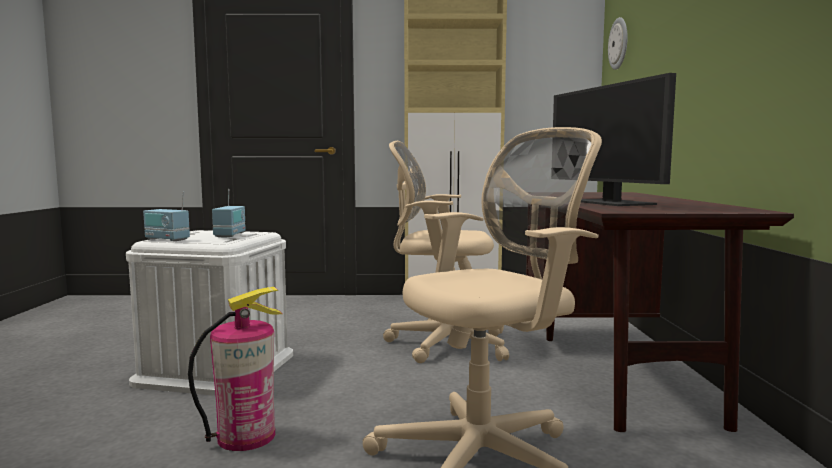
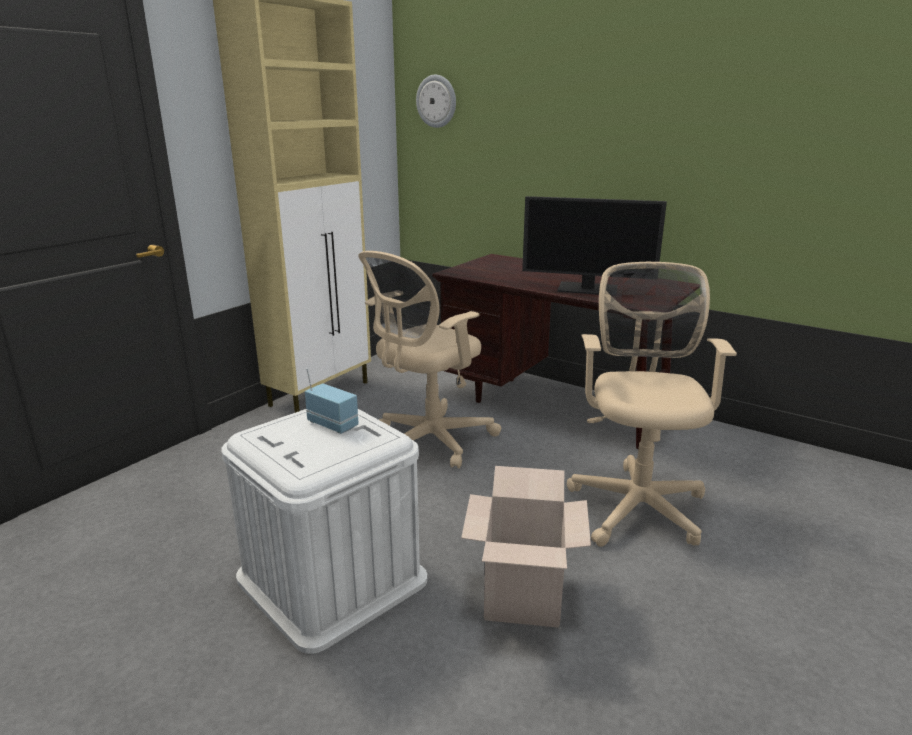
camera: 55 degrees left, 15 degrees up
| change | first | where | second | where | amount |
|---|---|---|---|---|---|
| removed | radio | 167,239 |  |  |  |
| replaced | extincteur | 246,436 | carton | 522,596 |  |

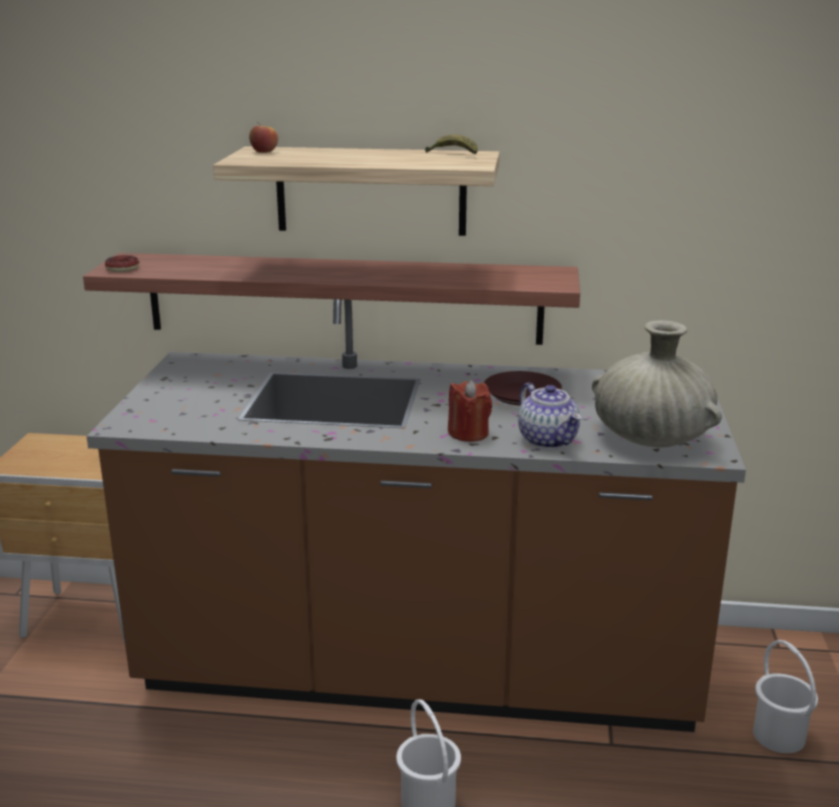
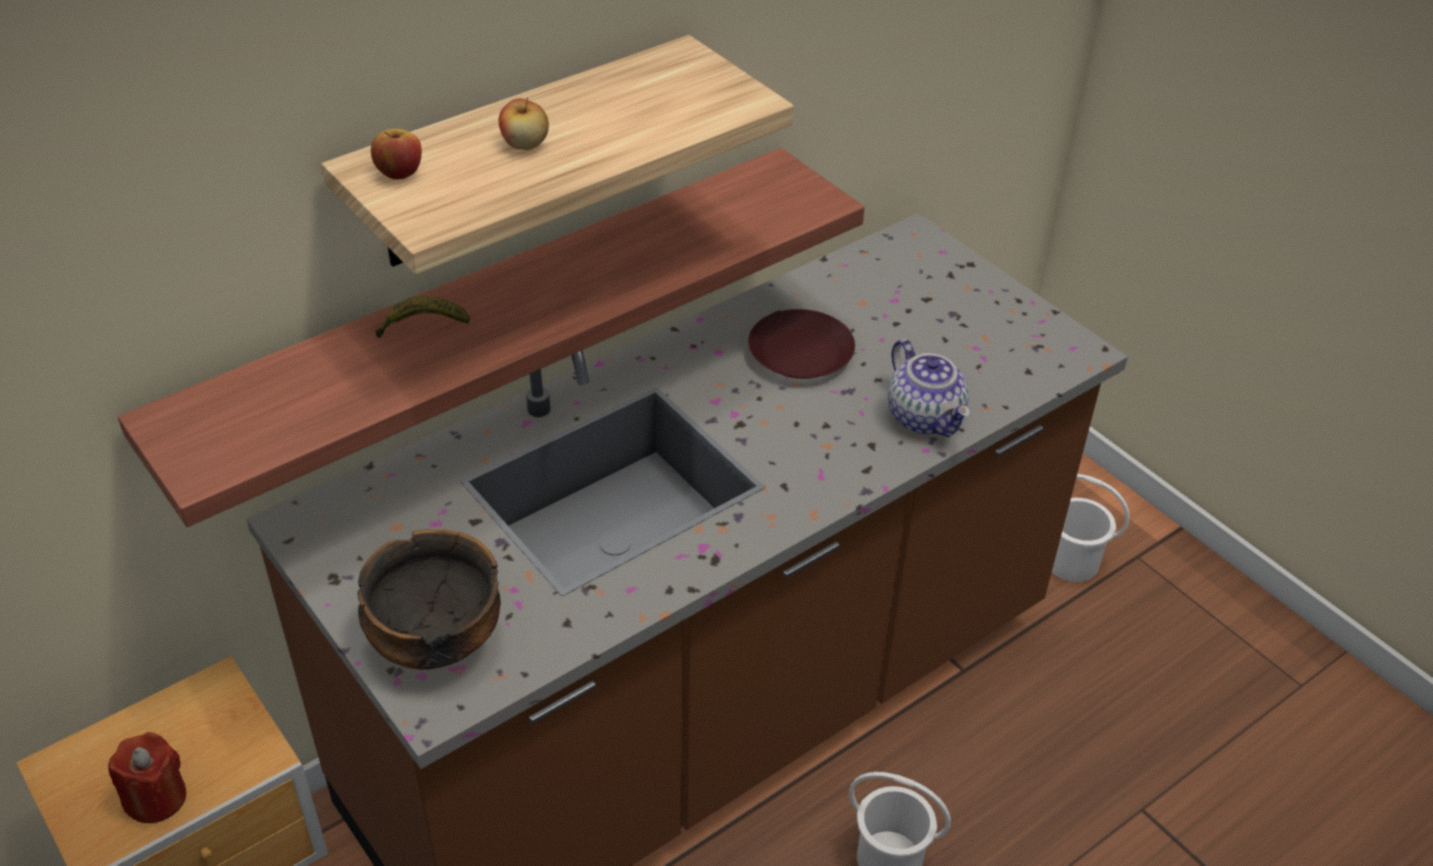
camera: 45 degrees left, 20 degrees up
| change | first | where | second | where | amount |
|---|---|---|---|---|---|
| removed | beignet | 122,268 |  |  |  |
| removed | vase/beige | 651,438 |  |  |  |
| added |  |  | bol | 435,641 |  |
| added |  |  | pomme | 525,144 |  |
| moved | banane | 453,154 |  | 422,326 |  |
| moved | bougie/rouge | 468,433 |  | 156,798 |  |
| turned | théière | 549,440 |  | 926,417 | 45 degrees clockwise |

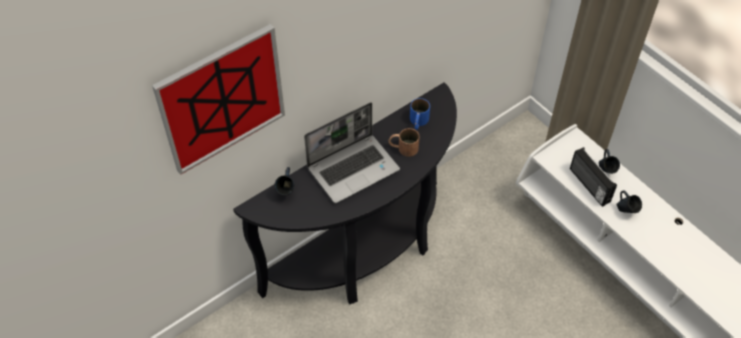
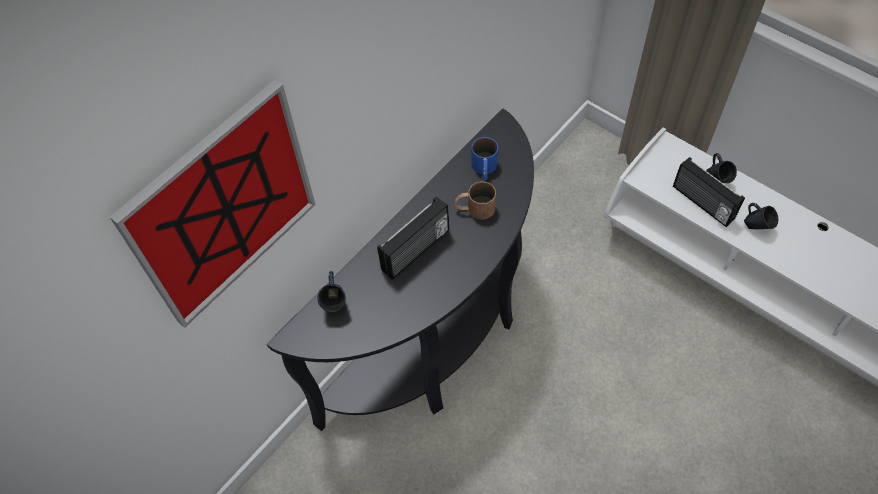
camera: 10 degrees left, 5 degrees up
| change | first | where | second | where | amount |
|---|---|---|---|---|---|
| replaced | ordinateur portable | 353,168 | radio | 416,251 |  |

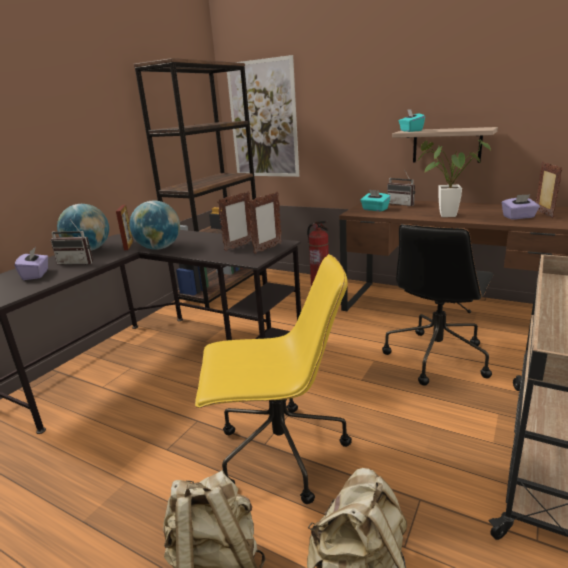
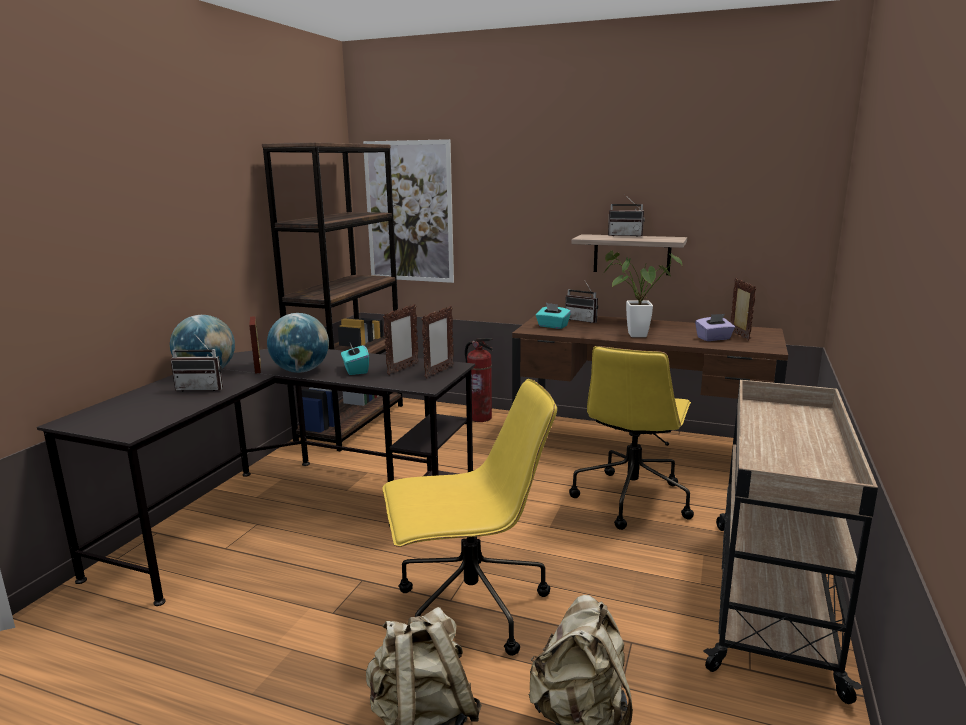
camera: 10 degrees left, 5 degrees down
| change | first | where | second | where | amount |
|---|---|---|---|---|---|
| removed | boîte à mouchoirs/violet | 36,275 |  |  |  |
| added |  |  | radio | 626,236 |  |
| moved | boîte à mouchoirs/turquoise | 410,131 |  | 355,370 |  |
| recoloured | chaise de bureau/noir | 436,357 | chaise de bureau/jaune | 631,498 |  |

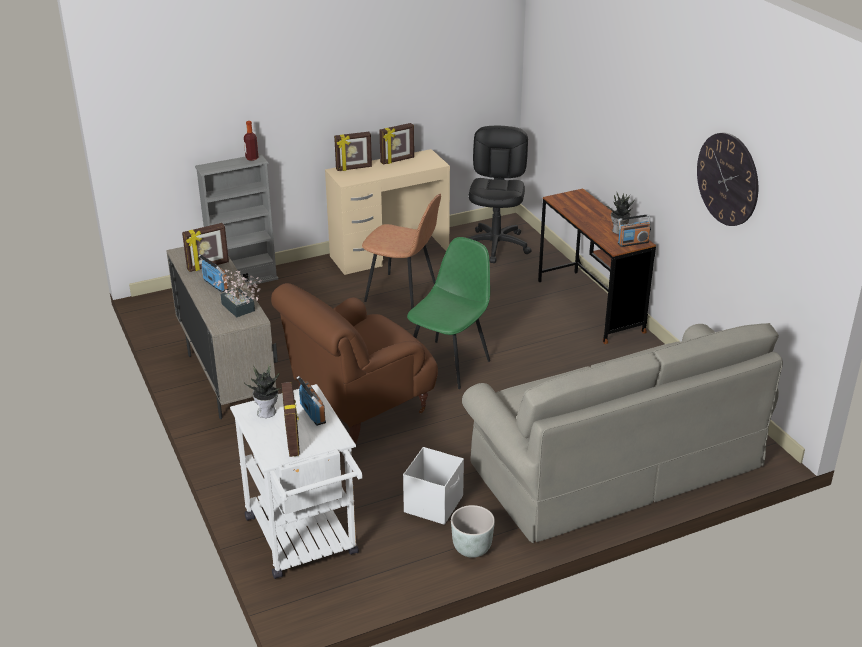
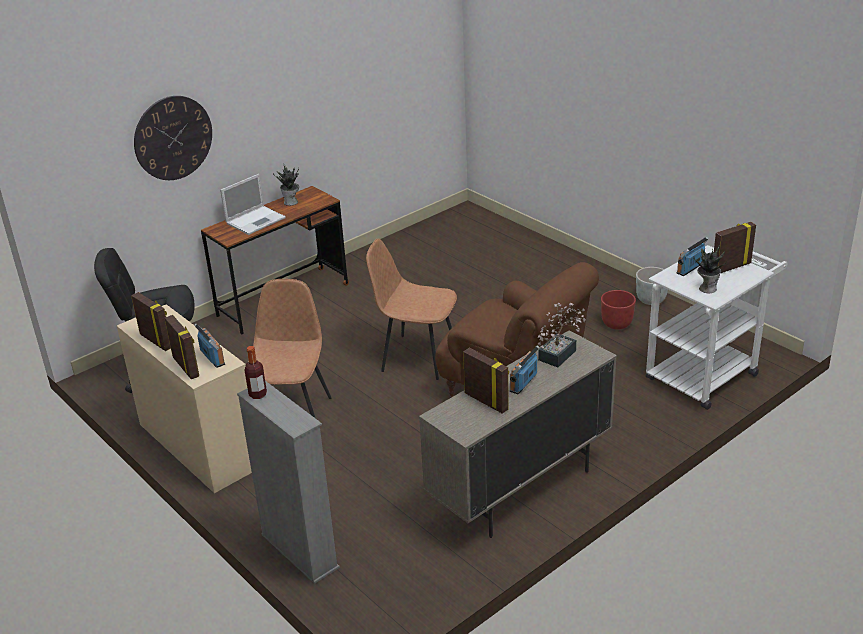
camera: 105 degrees left, 0 degrees up
| change | first | where | second | where | amount |
|---|---|---|---|---|---|
| removed | canapé/gris | 615,464 |  |  |  |
| added |  |  | ordinateur portable | 256,220 |  |
| moved | radio | 633,242 |  | 212,358 |  |
| moved | horloge murale | 727,179 |  | 173,138 |  |
| replaced | boîte de rangement/blanc | 434,504 | cache-pot/rouge | 616,324 |  |
| recoloured | chaise/vert | 449,363 | chaise/marron | 417,356 |  |

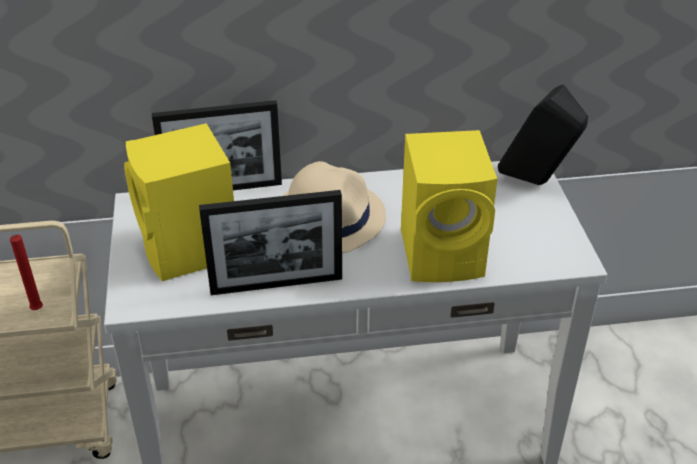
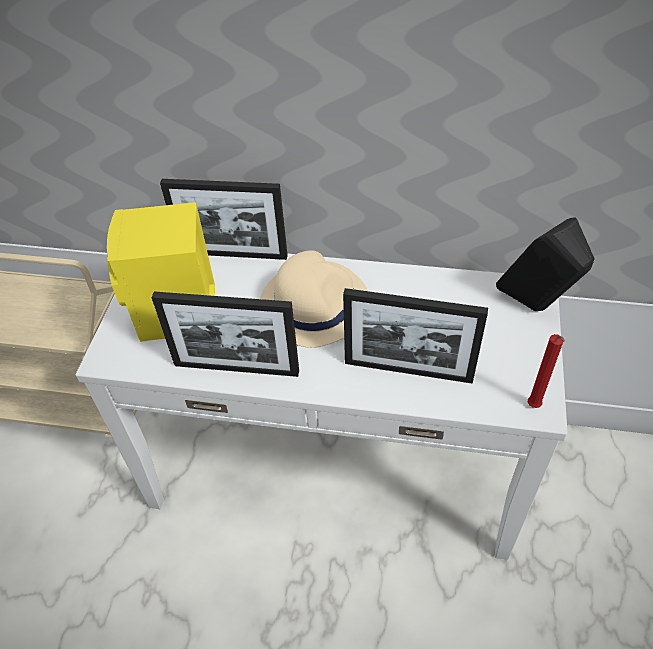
camera: 20 degrees right, 10 degrees up
| change | first | where | second | where | amount |
|---|---|---|---|---|---|
| moved | bougie/rouge | 37,311 |  | 534,407 |  |
| replaced | enceinte/jaune | 445,253 | cadre photo | 408,370 |  |

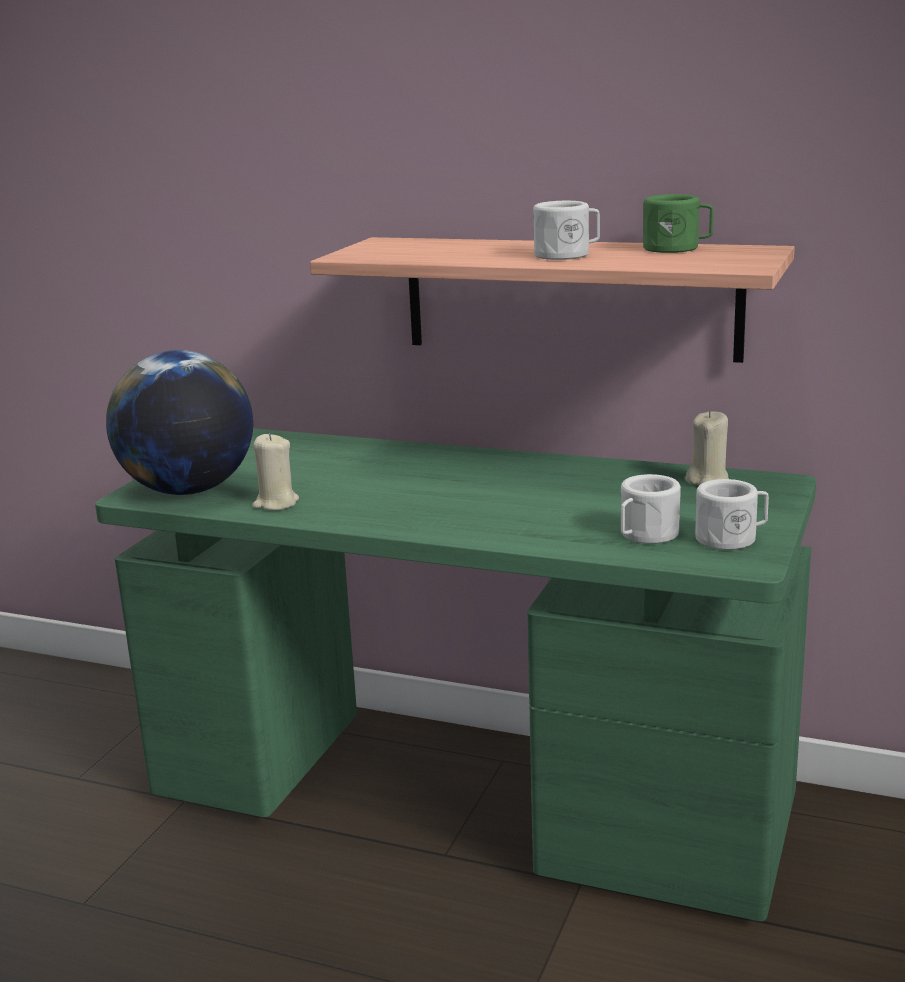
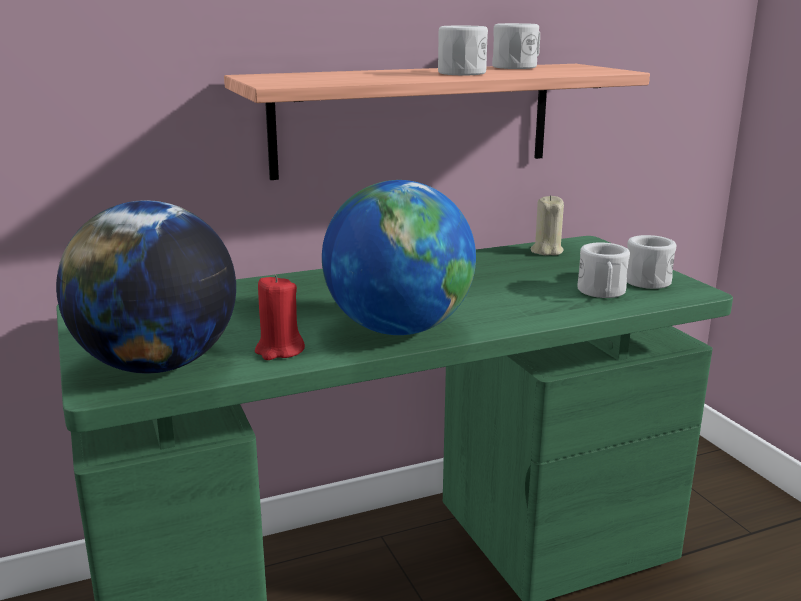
camera: 45 degrees left, 0 degrees up
| change | first | where | second | where | amount |
|---|---|---|---|---|---|
| added |  |  | globe | 398,329 |  |
| recoloured | bougie/beige | 275,503 | bougie/rouge | 279,350 |  |
| recoloured | mug/vert | 677,248 | mug/blanc | 518,67 |  |

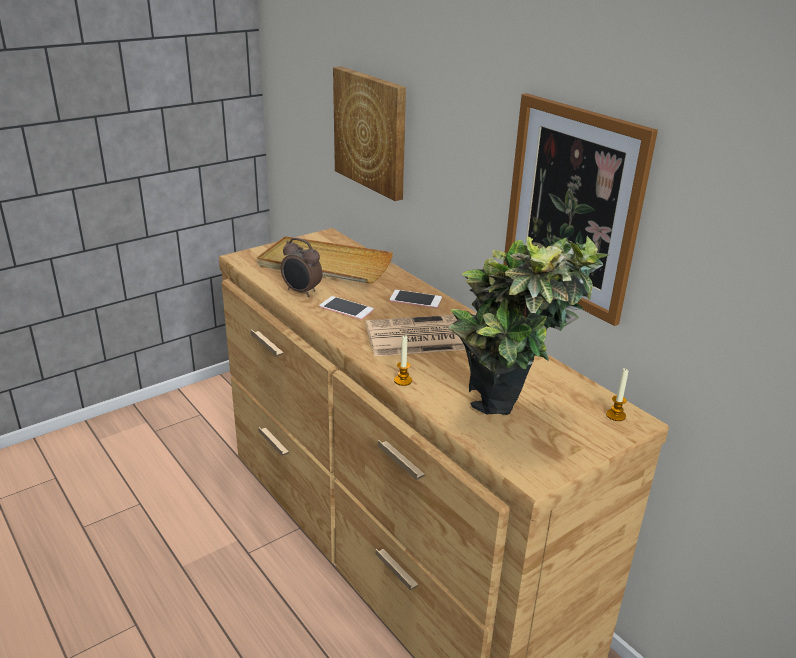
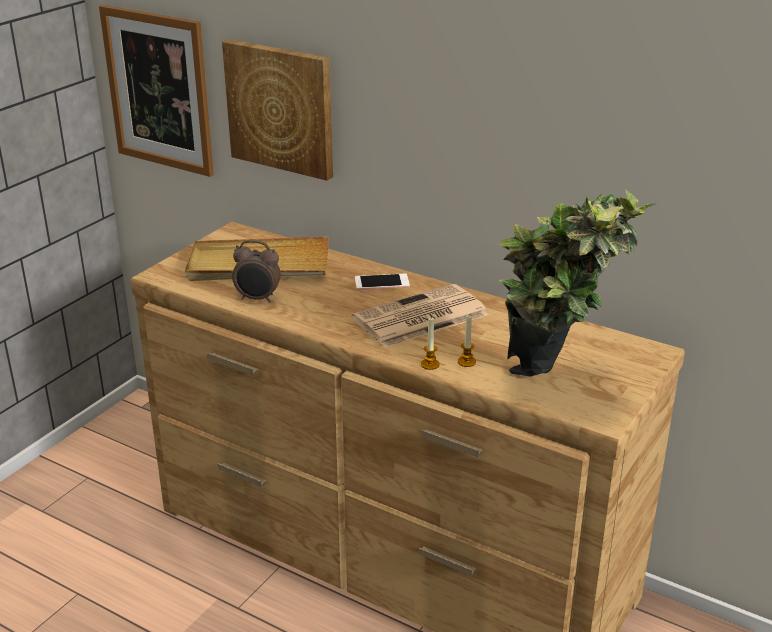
camera: 20 degrees left, 0 degrees up
| change | first | where | second | where | amount |
|---|---|---|---|---|---|
| removed | téléphone | 346,309 |  |  |  |
| moved | tableau | 572,207 |  | 158,90 |  |
| moved | bougie | 615,415 |  | 466,362 |  |

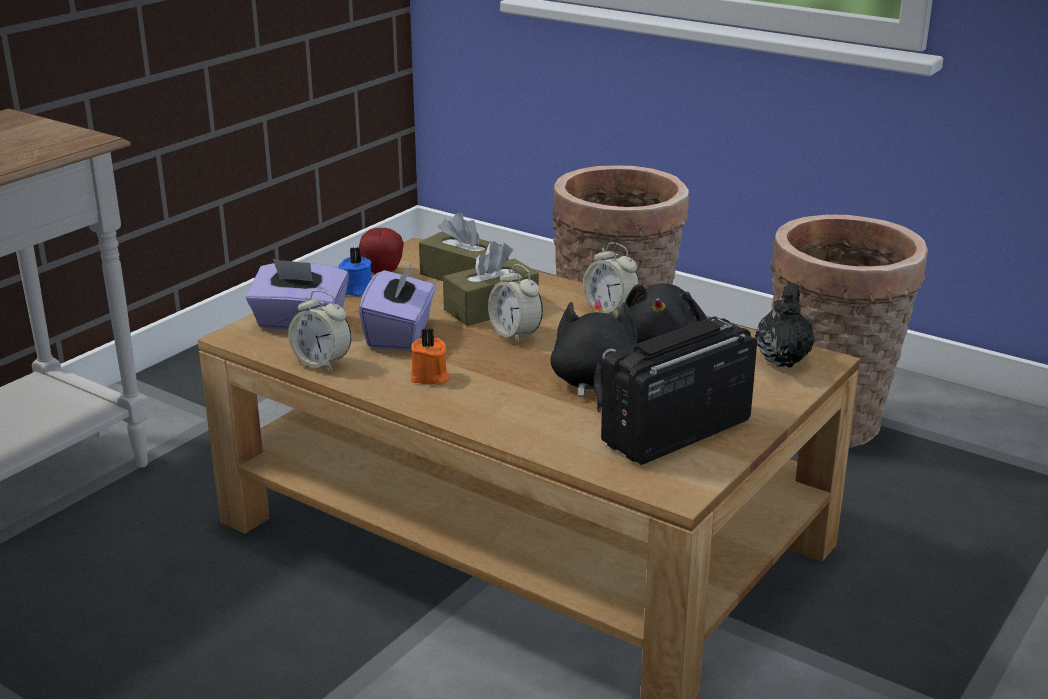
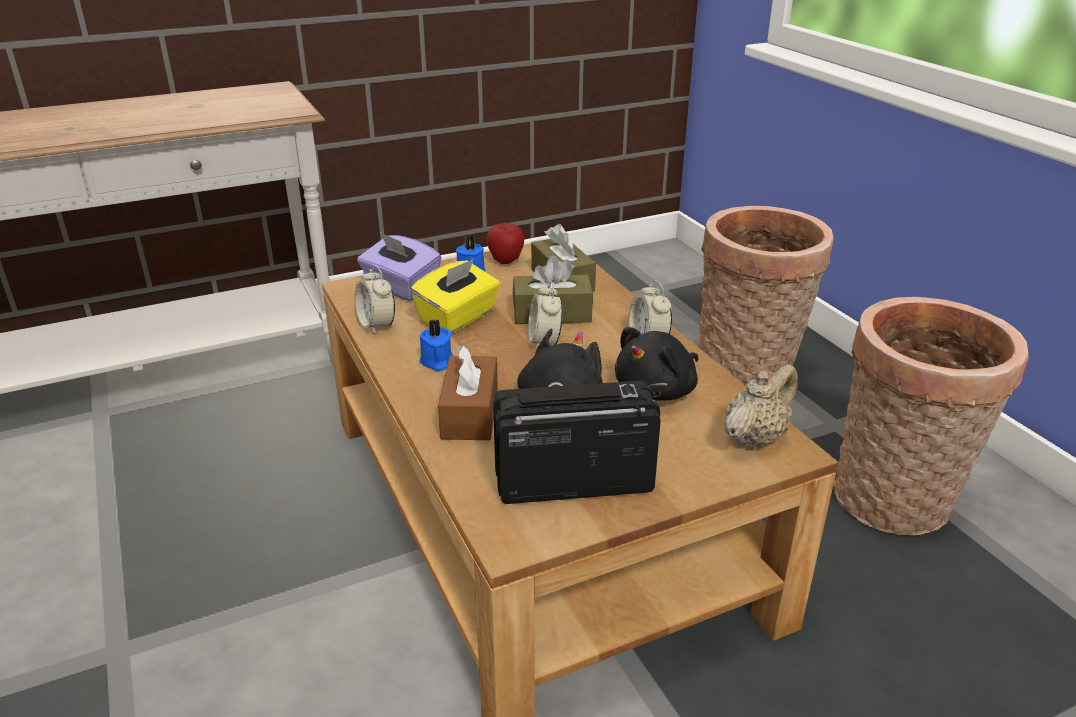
camera: 30 degrees right, 5 degrees up
| change | first | where | second | where | amount |
|---|---|---|---|---|---|
| added |  |  | boîte à mouchoirs/marron | 470,413 |  |
| recoloured | boîte à mouchoirs/violet | 400,334 | boîte à mouchoirs/jaune | 458,318 |  |
| recoloured | bougie/orange | 430,377 | bougie/bleu | 436,362 |  |
| recoloured | théière/noir | 782,359 | théière/beige | 755,438 |  |

